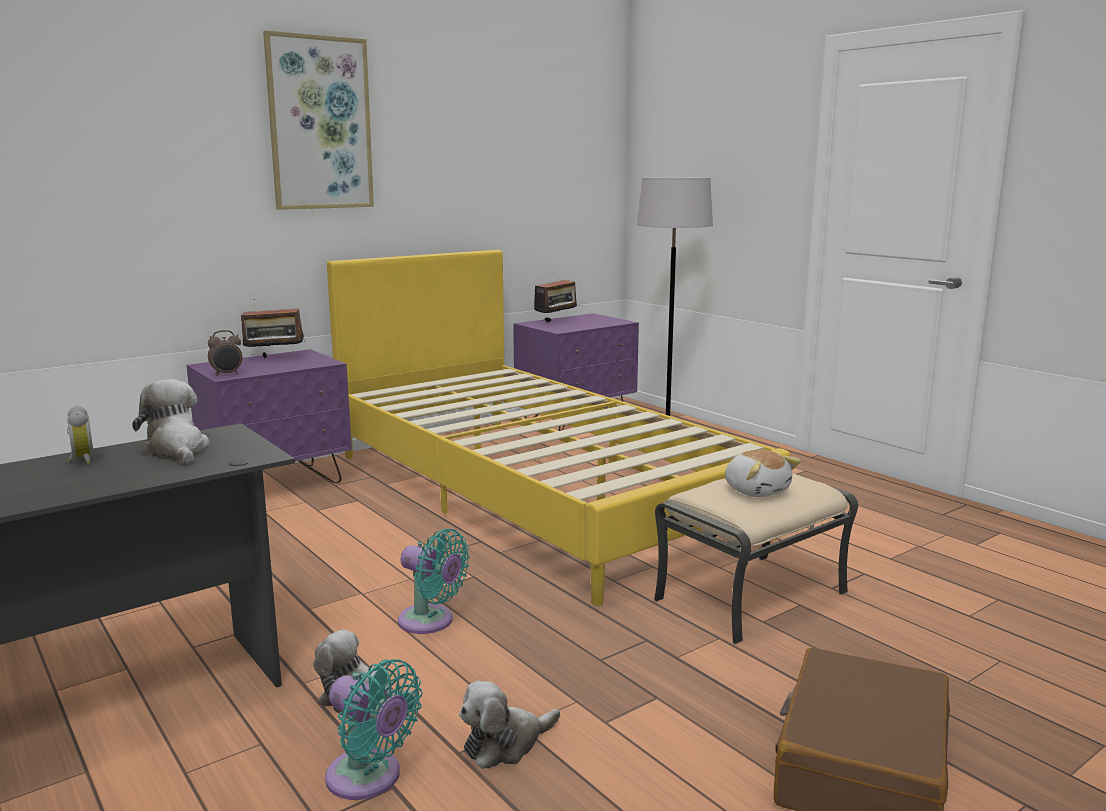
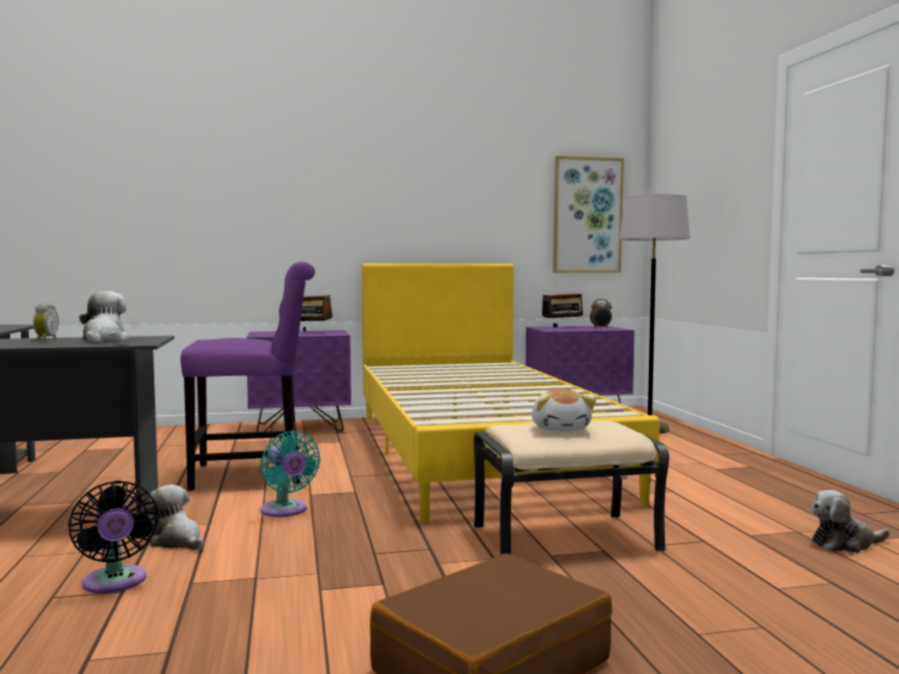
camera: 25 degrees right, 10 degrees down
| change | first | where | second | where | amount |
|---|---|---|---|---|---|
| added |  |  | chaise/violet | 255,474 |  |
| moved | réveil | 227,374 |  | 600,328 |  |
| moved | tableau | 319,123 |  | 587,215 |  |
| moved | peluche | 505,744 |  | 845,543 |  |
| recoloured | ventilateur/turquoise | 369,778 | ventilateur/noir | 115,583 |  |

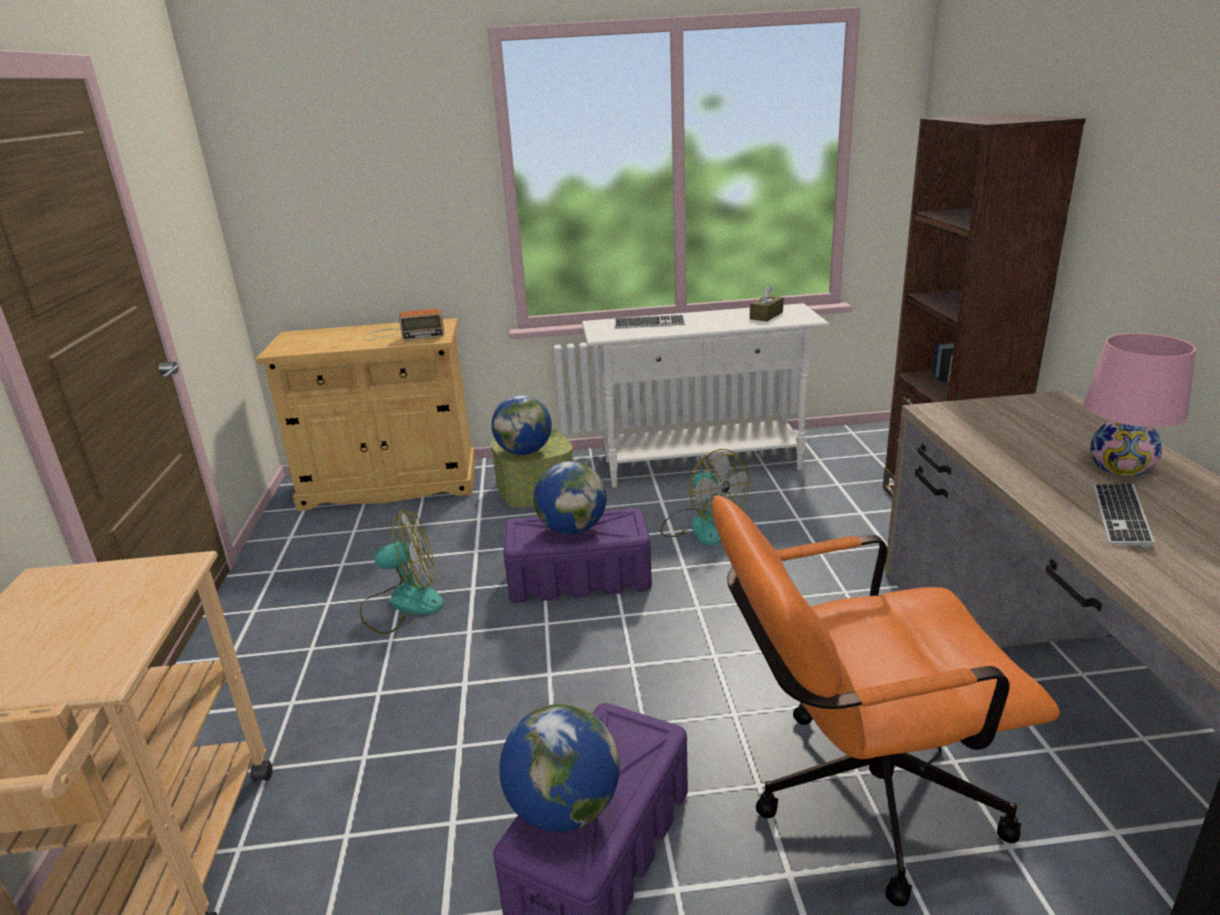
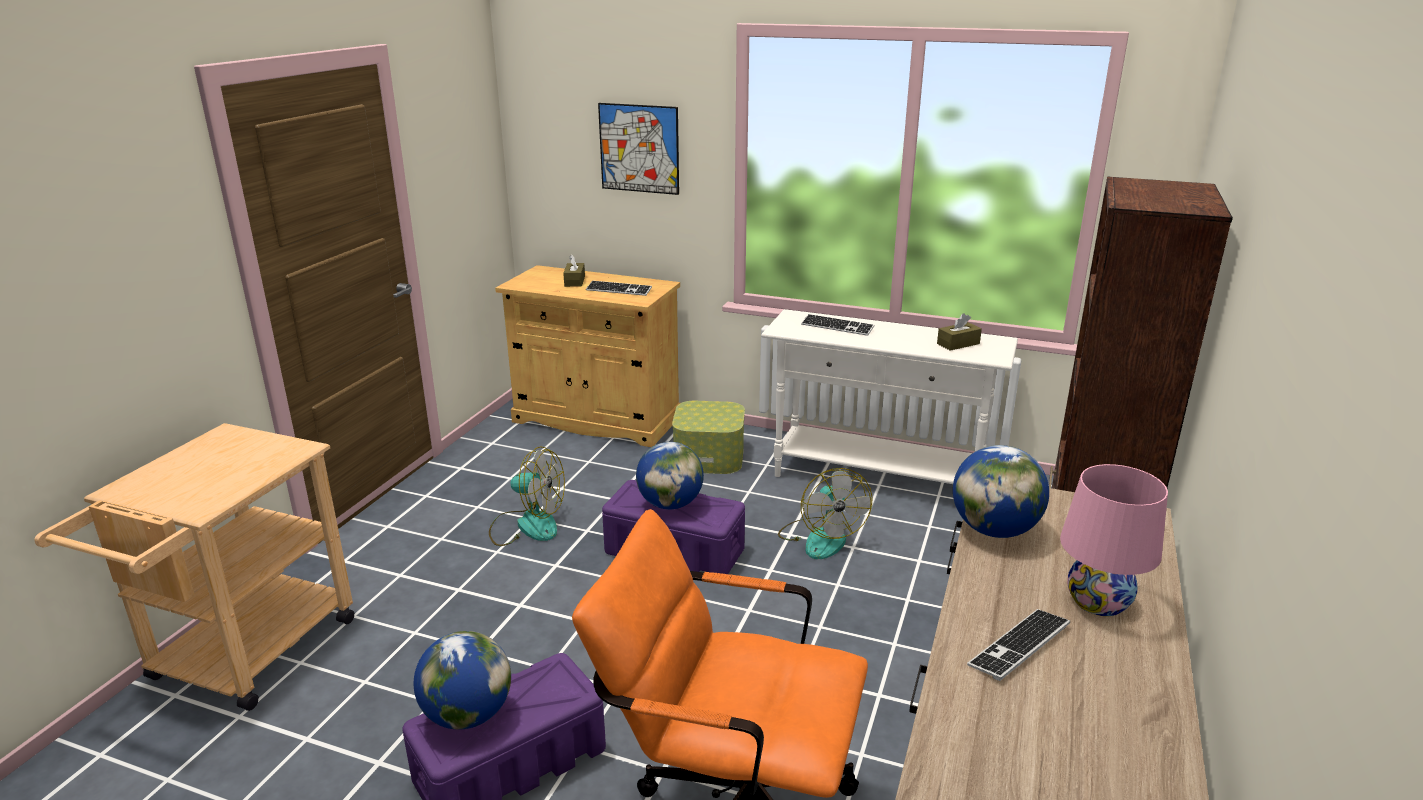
camera: 25 degrees right, 0 degrees up
| change | first | where | second | where | amount |
|---|---|---|---|---|---|
| added |  |  | boîte à mouchoirs/marron | 574,281 |  |
| added |  |  | tableau | 639,148 |  |
| moved | globe | 524,452 |  | 994,530 |  |
| replaced | radio | 402,335 | clavier | 619,290 |  |

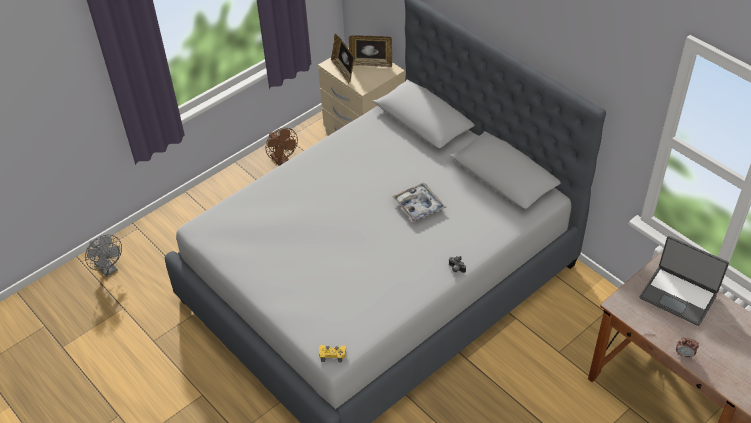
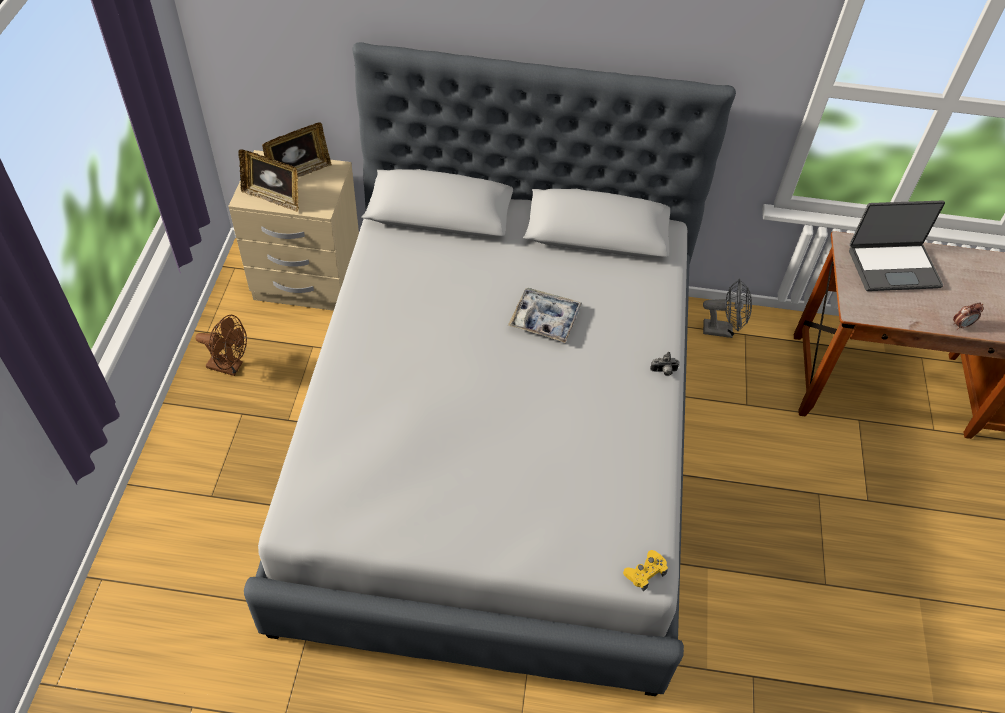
camera: 45 degrees left, 5 degrees up
| change | first | where | second | where | amount |
|---|---|---|---|---|---|
| moved | ventilateur/gris | 108,269 |  | 723,330 |  |

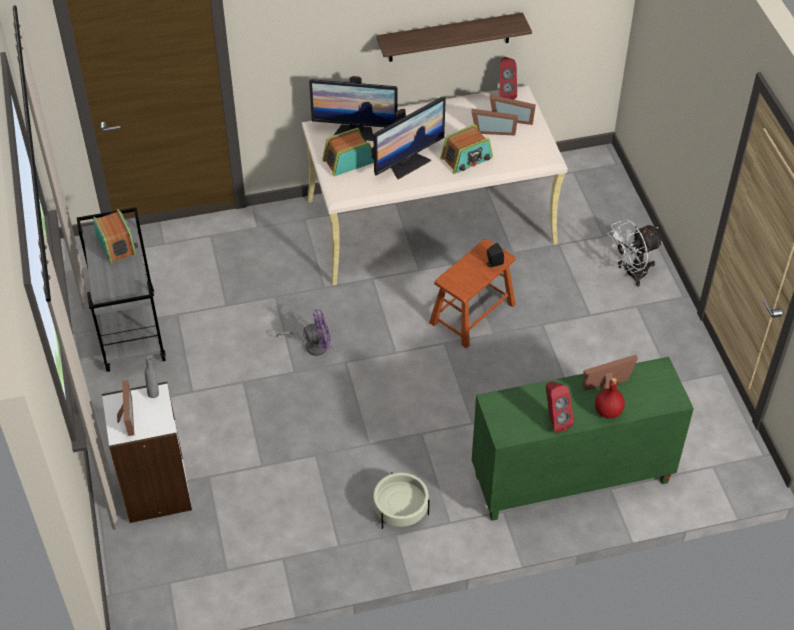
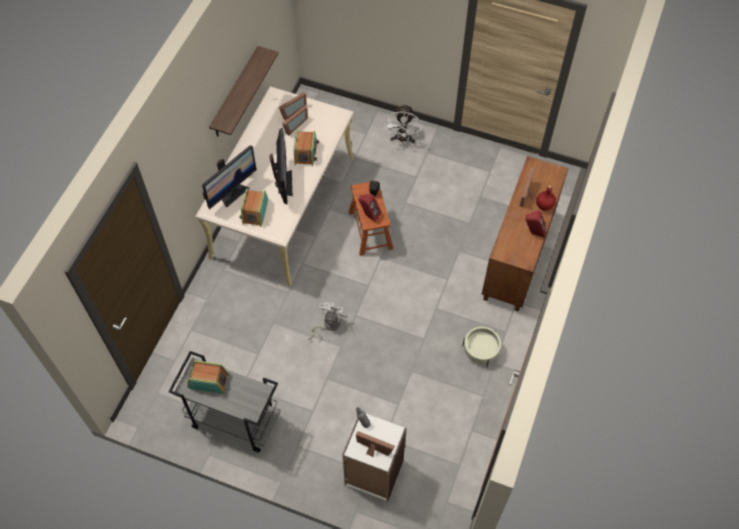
camera: 55 degrees left, 10 degrees up
| change | first | where | second | where | amount |
|---|---|---|---|---|---|
| moved | enceinte/rouge | 505,93 |  | 369,215 |  |
| recoloured | ventilateur/violet | 312,345 | ventilateur/blanc | 328,325 |  |
| recoloured | meuble de rangement/vert | 570,480 | meuble de rangement/marron | 518,258 |  |

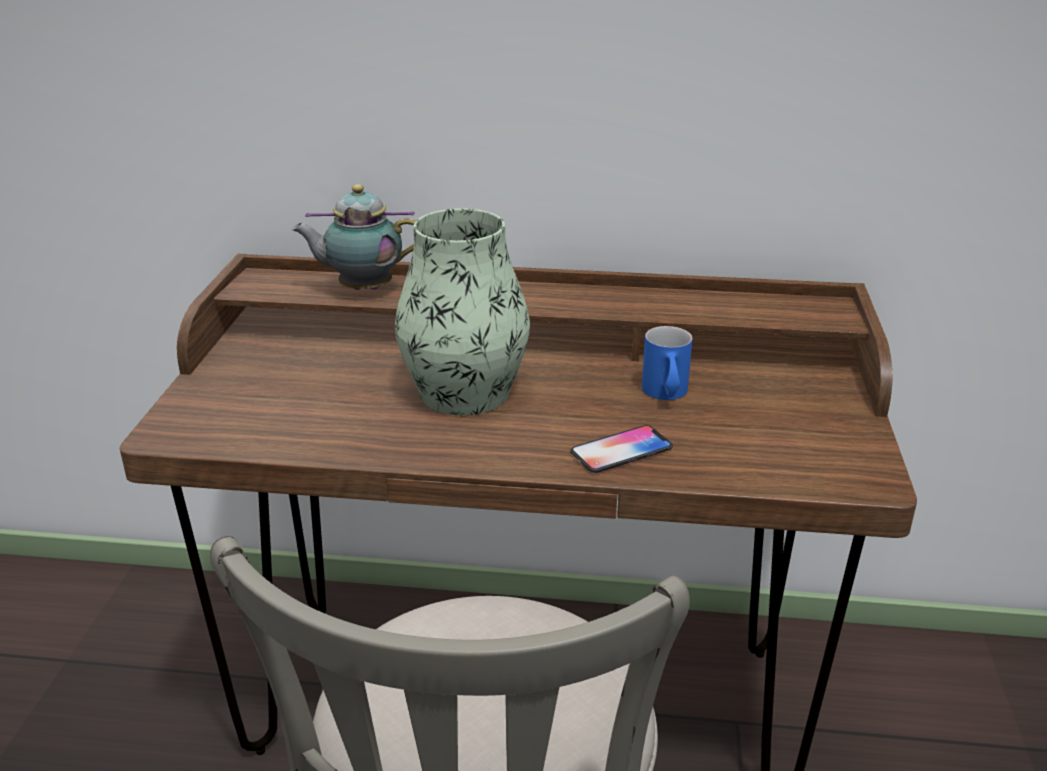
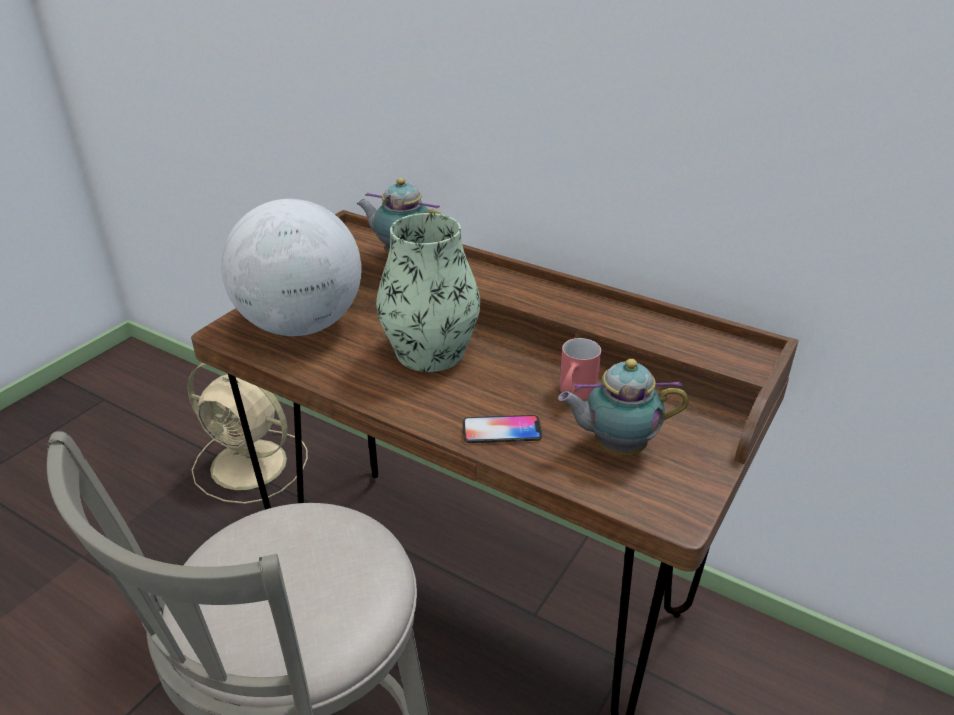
camera: 25 degrees right, 5 degrees up
| change | first | where | second | where | amount |
|---|---|---|---|---|---|
| added |  |  | ventilateur/beige | 252,465 |  |
| added |  |  | globe | 301,325 |  |
| added |  |  | théière | 615,447 |  |
| recoloured | mug/bleu | 666,395 | mug/rouge | 574,394 |  |

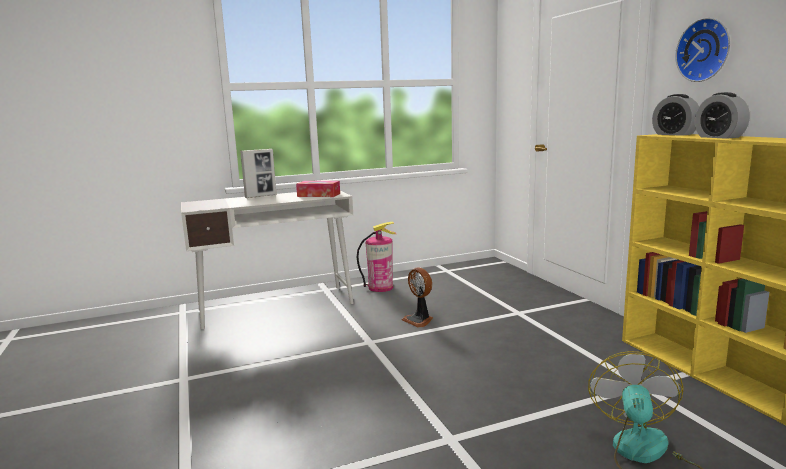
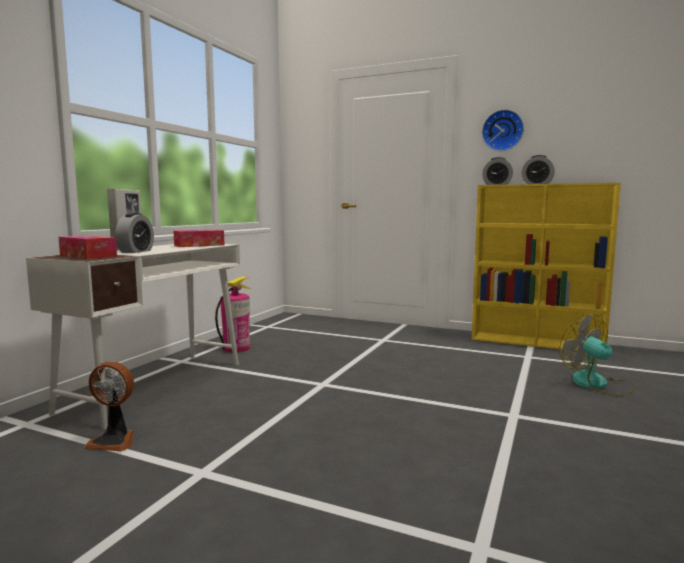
camera: 45 degrees left, 5 degrees down
| change | first | where | second | where | amount |
|---|---|---|---|---|---|
| added |  |  | boîte à mouchoirs | 88,256 |  |
| added |  |  | réveil | 136,251 |  |
| moved | ventilateur | 419,320 |  | 114,441 |  |

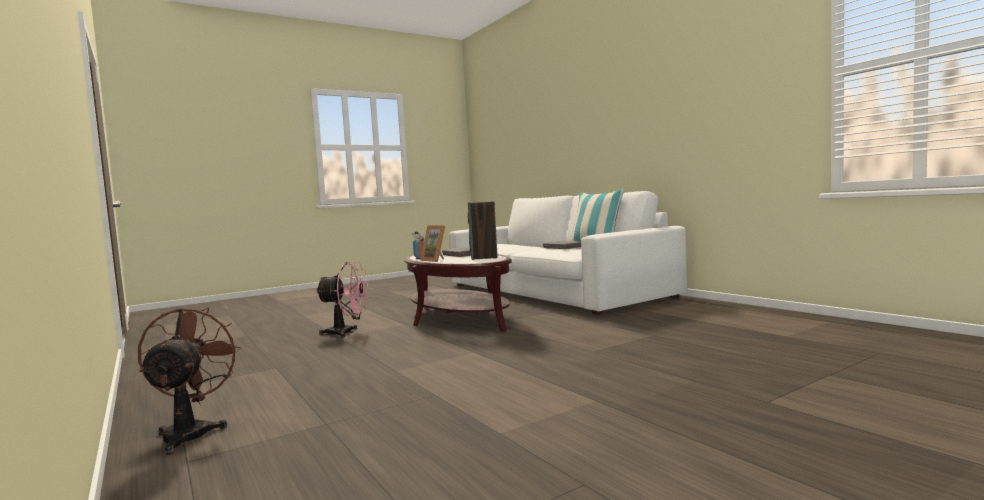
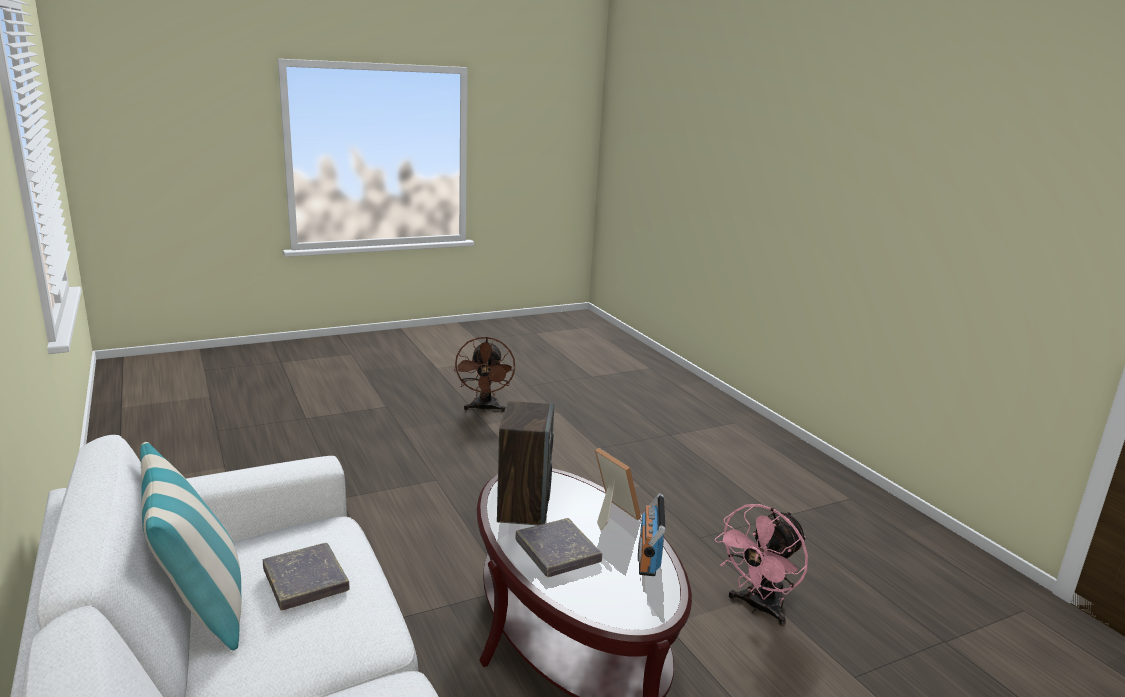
camera: 175 degrees left, 15 degrees up
| change | first | where | second | where | amount |
|---|---|---|---|---|---|
| moved | ventilateur/marron | 191,432 |  | 484,409 |  |
| turned | ventilateur/rose | 346,333 |  | 758,608 | 60 degrees counterclockwise |

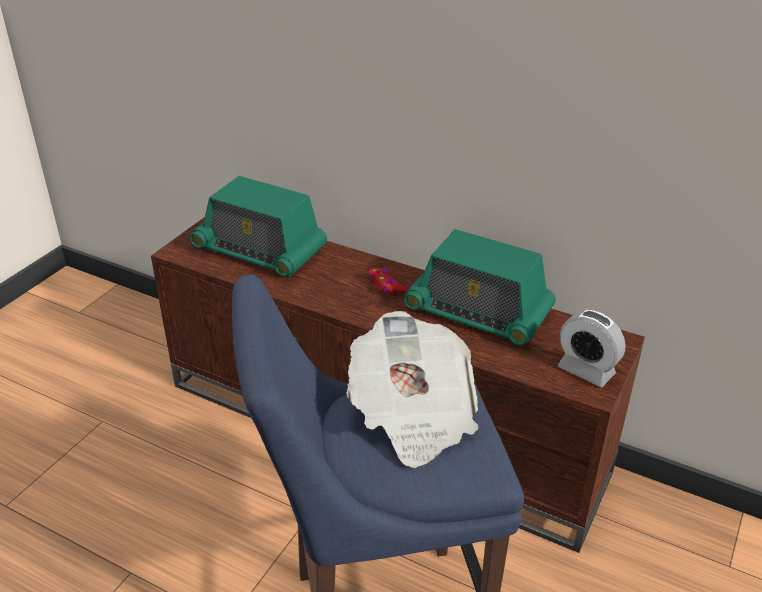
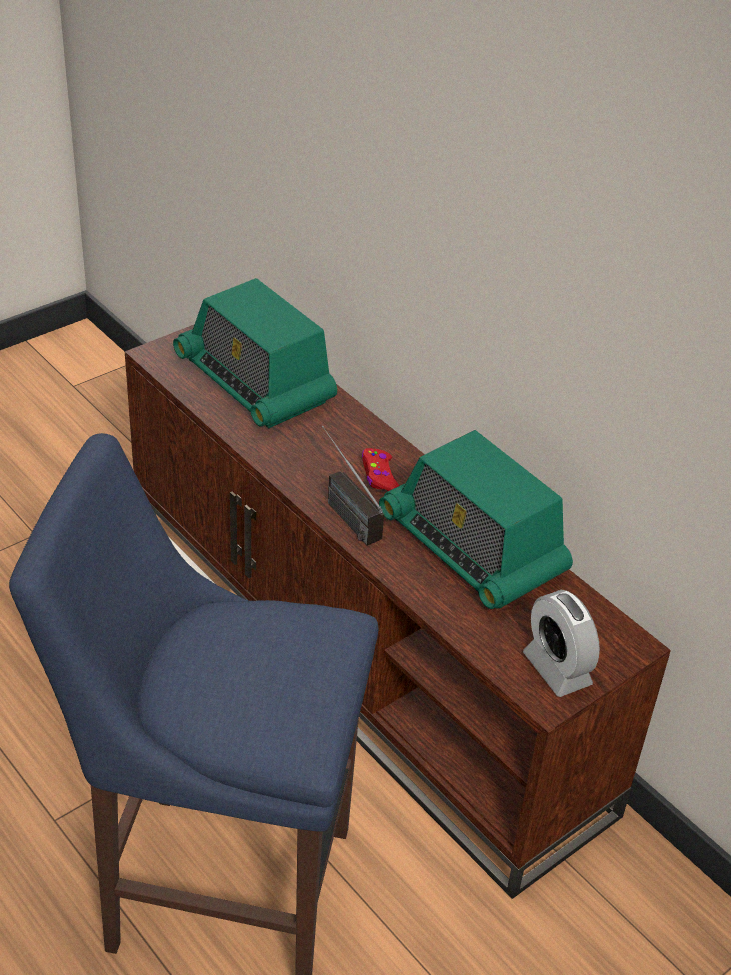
camera: 20 degrees right, 5 degrees up
| change | first | where | second | where | amount |
|---|---|---|---|---|---|
| removed | journal | 412,415 |  |  |  |
| added |  |  | radio | 341,510 |  |

